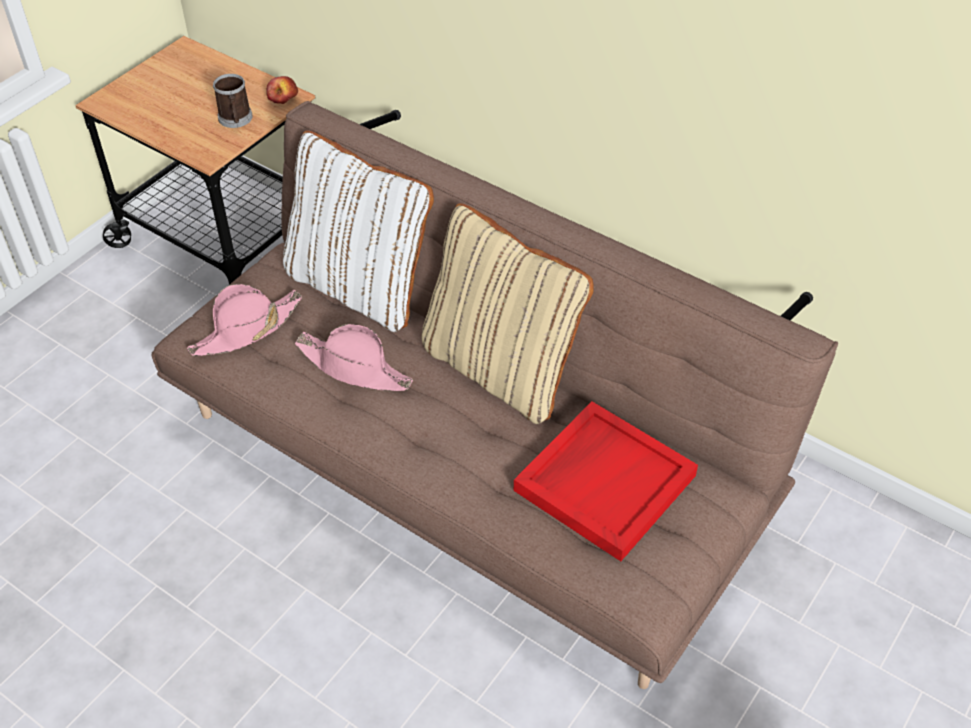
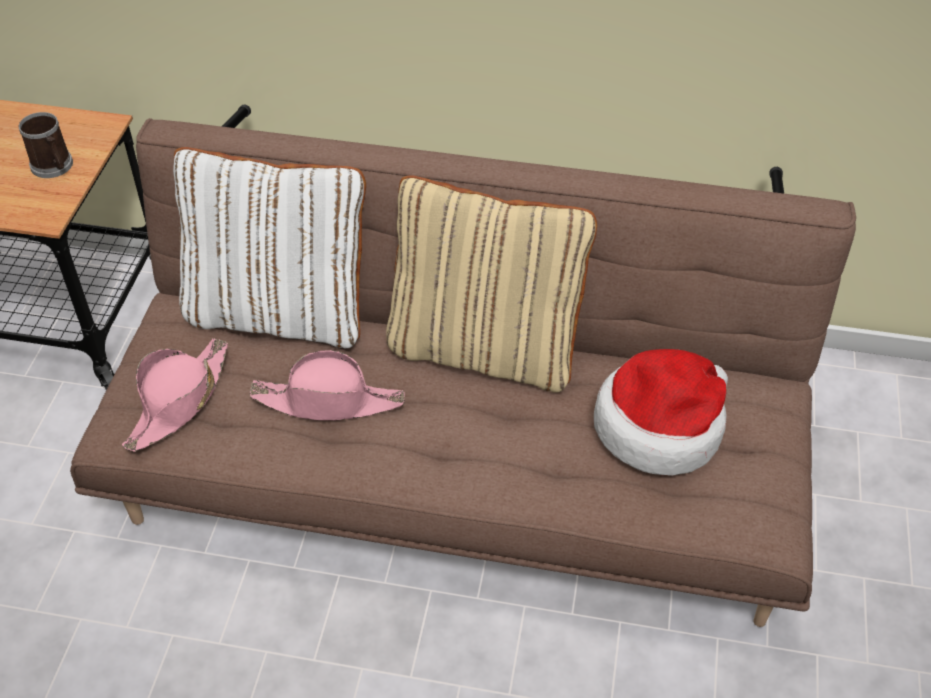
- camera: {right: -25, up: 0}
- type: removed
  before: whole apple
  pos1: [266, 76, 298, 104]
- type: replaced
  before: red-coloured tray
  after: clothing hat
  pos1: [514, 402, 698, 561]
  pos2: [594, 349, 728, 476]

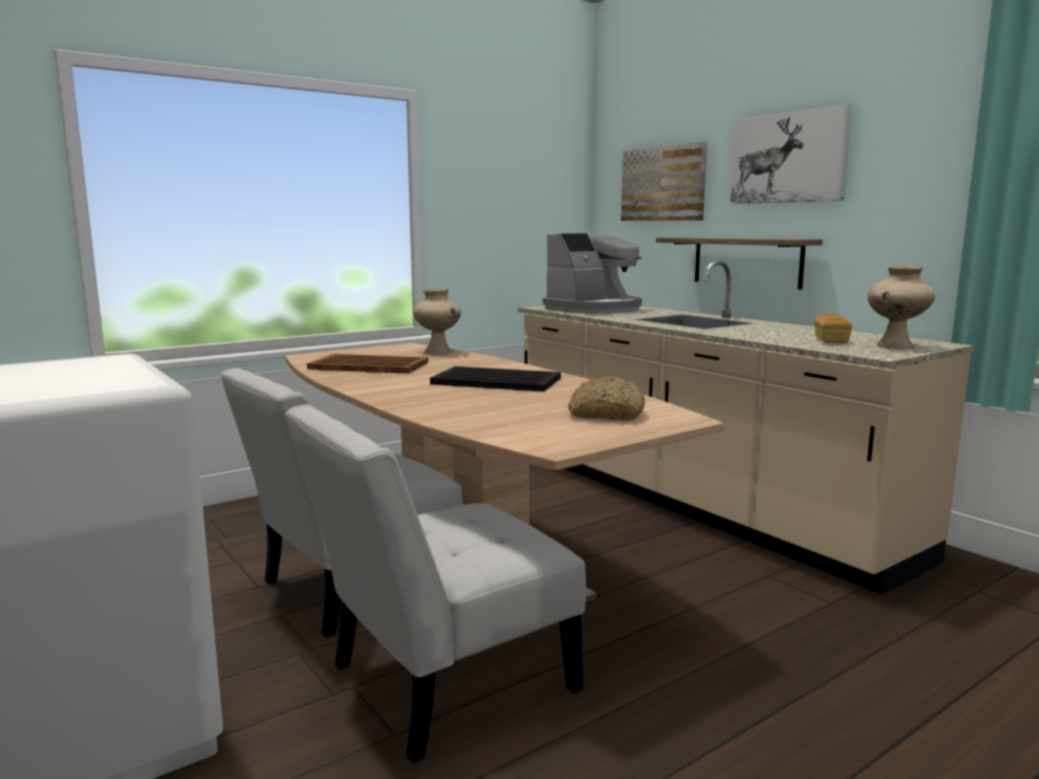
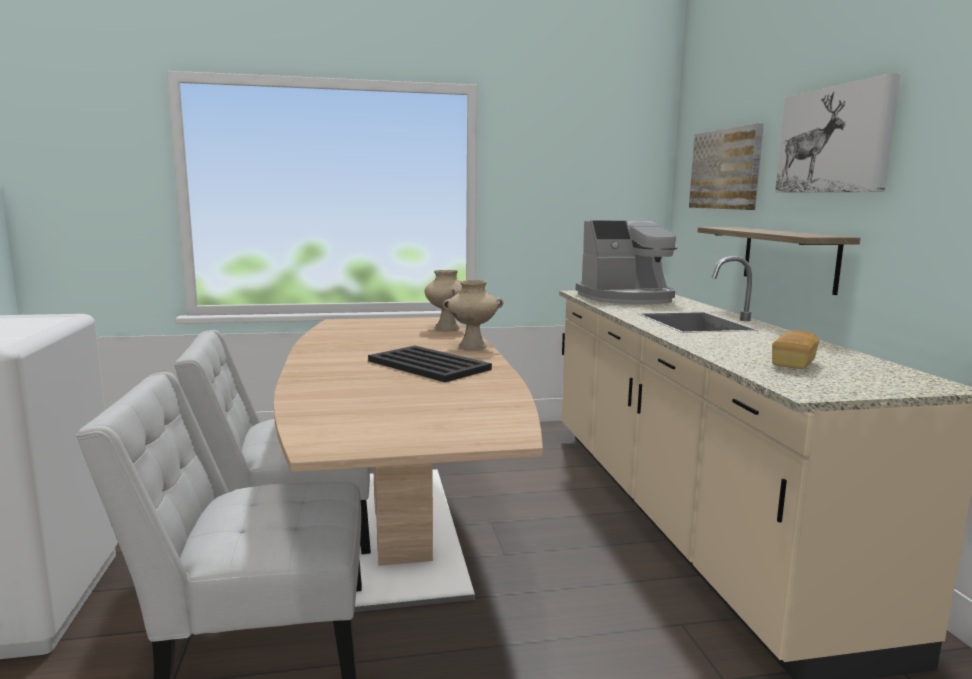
- camera: {right: 25, up: 0}
- type: moved
  before: sand-coloured flower vase
  pos1: [867, 266, 936, 348]
  pos2: [443, 280, 503, 349]
- type: removed
  before: brownish tray
  pos1: [307, 354, 429, 374]
- type: removed
  before: bakery bread
  pos1: [568, 377, 645, 421]

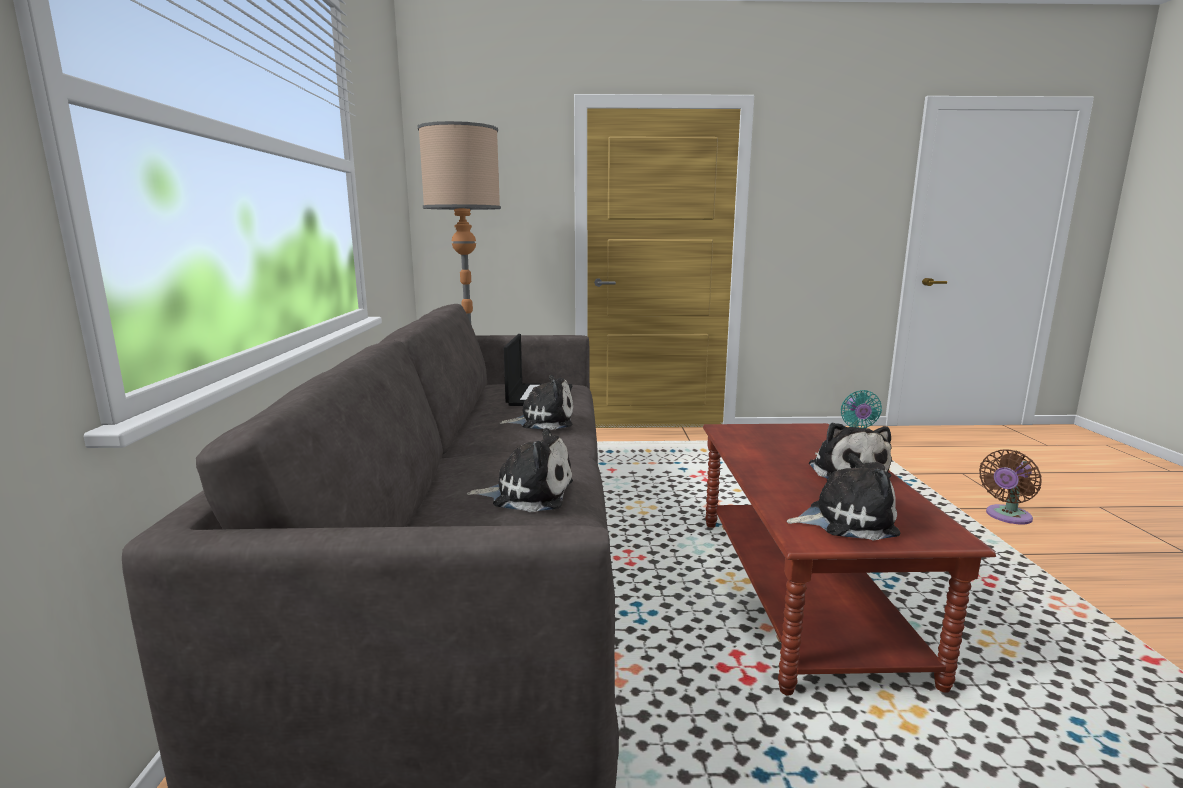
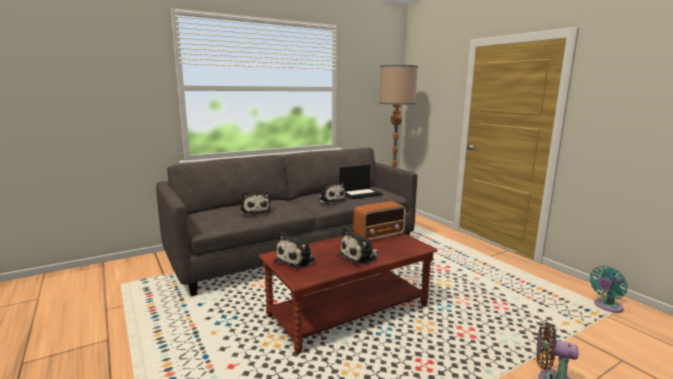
- camera: {right: 60, up: 0}
- type: turned
  before: soft toy
  pos1: [786, 453, 900, 540]
  pos2: [275, 232, 315, 268]
  turn: 60
- type: added
  after: radio
  pos2: [353, 201, 406, 241]

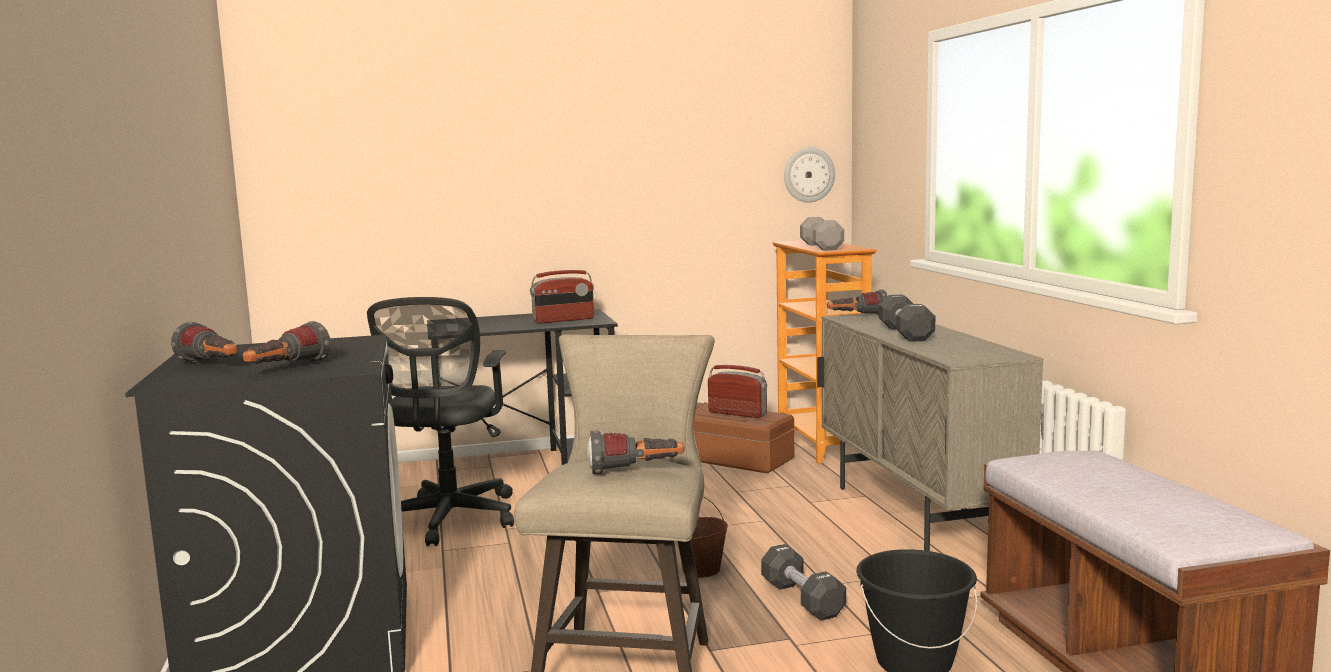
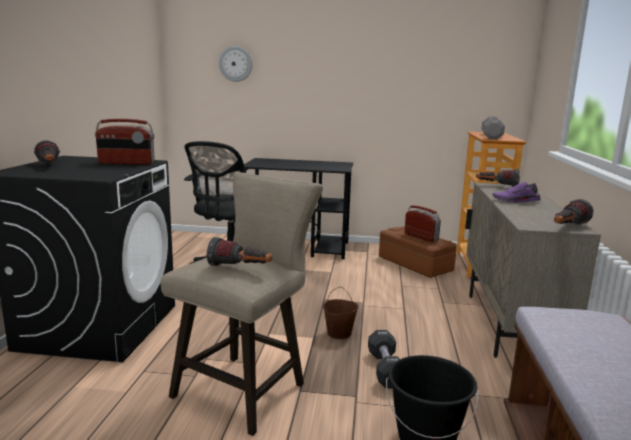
- camera: {right: 20, up: 5}
- type: moved
  before: hanging clock
  pos1: [784, 147, 835, 203]
  pos2: [219, 46, 252, 82]
- type: moved
  before: radio
  pos1: [530, 270, 594, 323]
  pos2: [95, 119, 155, 165]
- type: replaced
  before: black-coloured dumbbell
  after: purple-coloured shoe
  pos1: [879, 295, 935, 342]
  pos2: [493, 182, 541, 203]
- type: moved
  before: hand torch
  pos1: [243, 321, 331, 364]
  pos2: [554, 199, 593, 225]

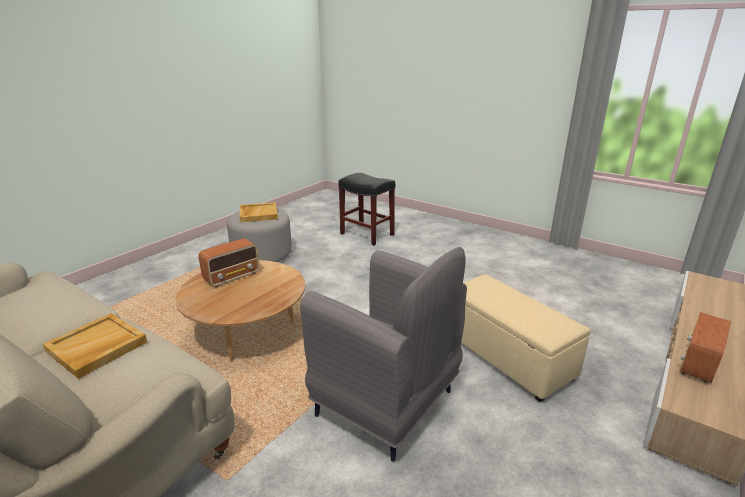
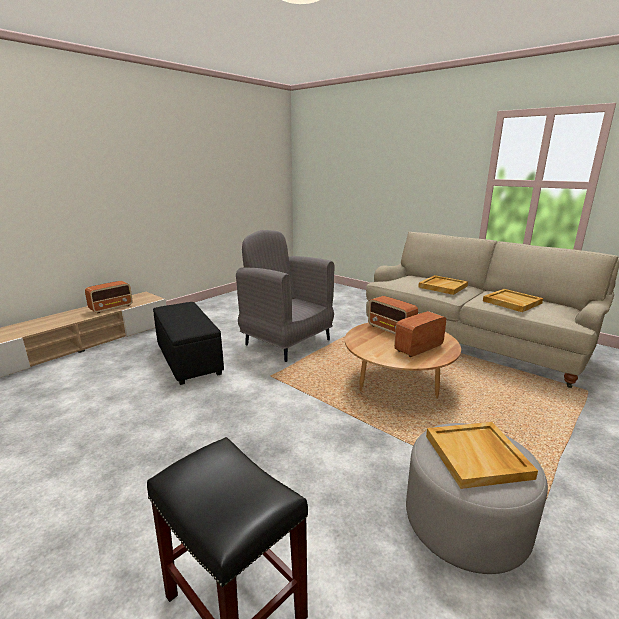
- camera: {right: -175, up: -5}
- type: recoloured
  before: sand-coloured ottoman
  after: black-coloured ottoman
  pos1: [461, 274, 591, 403]
  pos2: [153, 302, 224, 385]
- type: added
  after: sand-coloured tray
  pos2: [483, 289, 543, 312]
- type: added
  after: radio
  pos2: [368, 296, 418, 334]

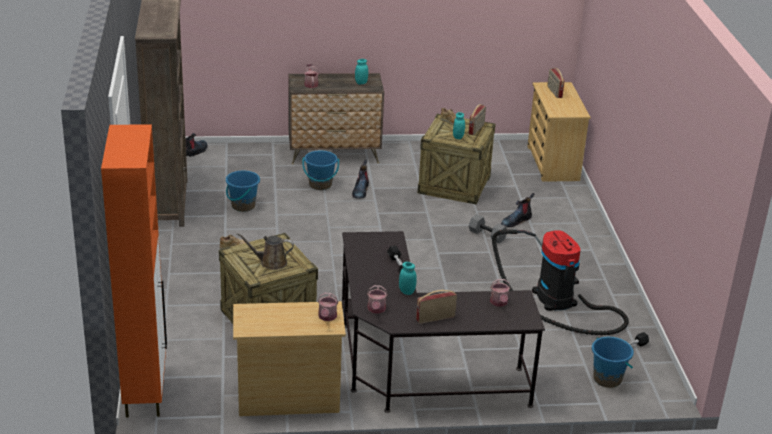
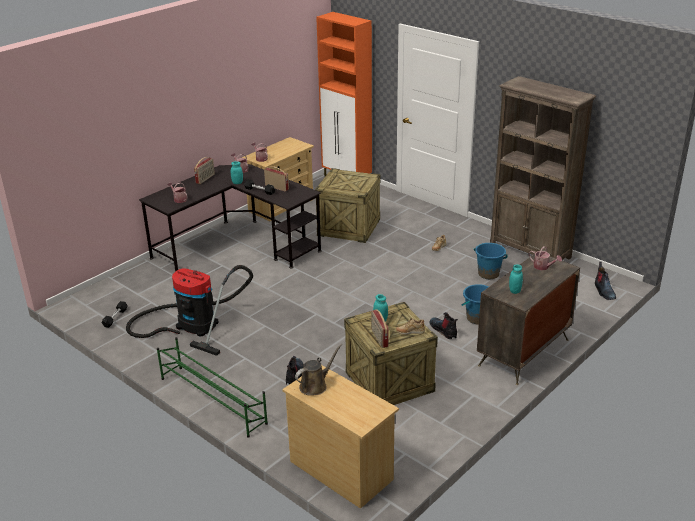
- camera: {right: 140, up: 0}
- type: moved
  before: radio
  pos1: [547, 68, 565, 98]
  pos2: [264, 166, 289, 192]
- type: removed
  before: greyish dumbbell
  pos1: [469, 214, 507, 244]
- type: moved
  before: brownish watering can
  pos1: [237, 233, 294, 270]
  pos2: [295, 344, 343, 396]
- type: removed
  before: blue water bucket
  pos1: [592, 337, 634, 388]
- type: added
  after: green-coloured shoe shelf
  pos2: [157, 337, 268, 438]

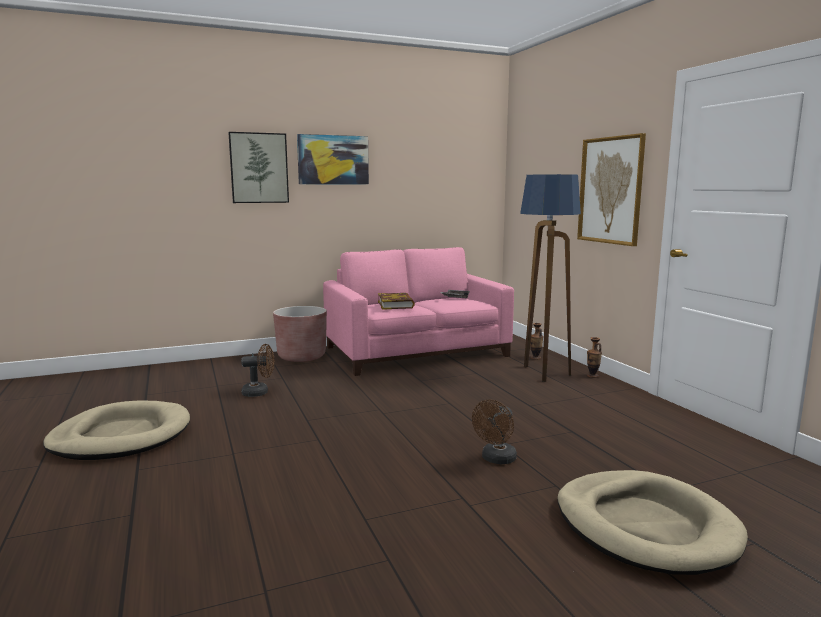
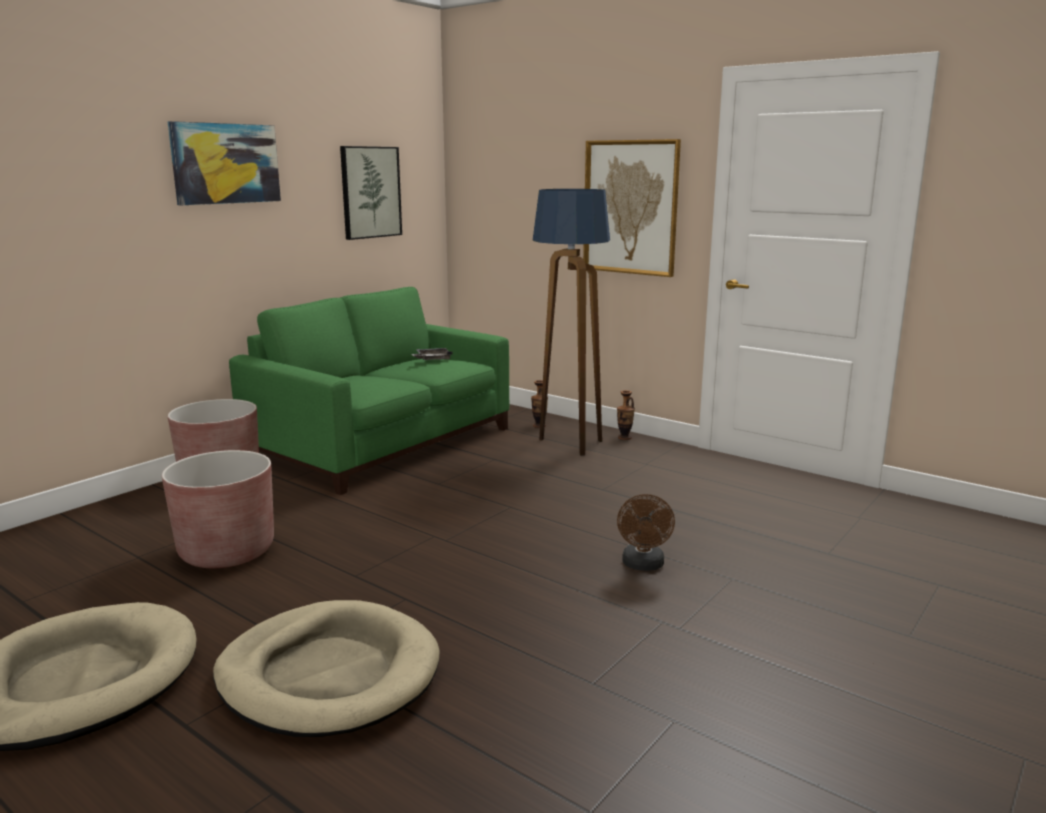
- camera: {right: -30, up: 5}
- type: moved
  before: wall art
  pos1: [228, 132, 289, 203]
  pos2: [340, 146, 402, 240]
- type: recoloured
  before: pink-coloured sofa
  after: green-coloured sofa
  pos1: [323, 247, 514, 376]
  pos2: [229, 287, 509, 495]
- type: removed
  before: bound book
  pos1: [378, 293, 415, 310]
- type: replaced
  before: brownish fan
  after: brownish flower pot
  pos1: [241, 344, 275, 397]
  pos2: [162, 450, 274, 568]
- type: moved
  before: sand-coloured pet bed
  pos1: [557, 470, 748, 575]
  pos2: [213, 600, 440, 737]

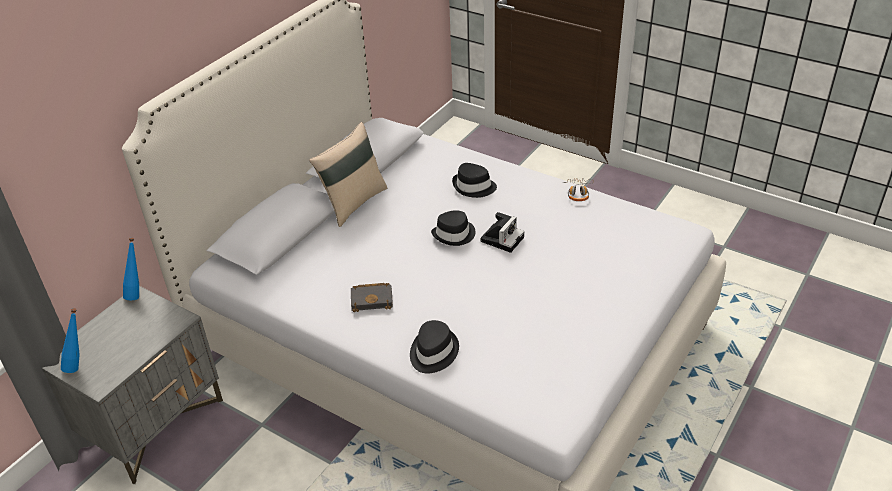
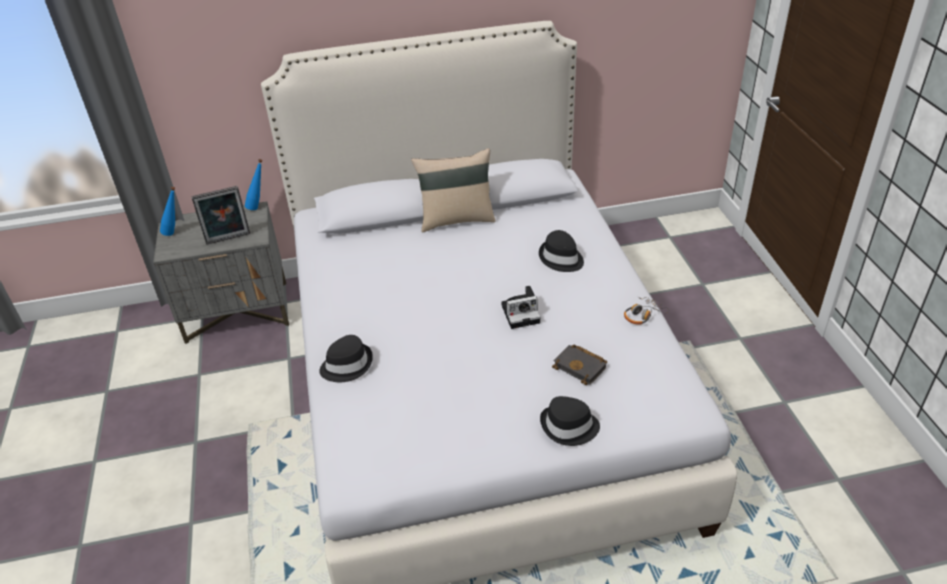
- camera: {right: 45, up: 0}
- type: moved
  before: black-coloured clothing hat
  pos1: [431, 210, 476, 246]
  pos2: [540, 396, 600, 446]
- type: moved
  before: black-coloured bound book
  pos1: [351, 283, 393, 312]
  pos2: [552, 344, 607, 385]
- type: added
  after: standing frame
  pos2: [191, 186, 250, 245]

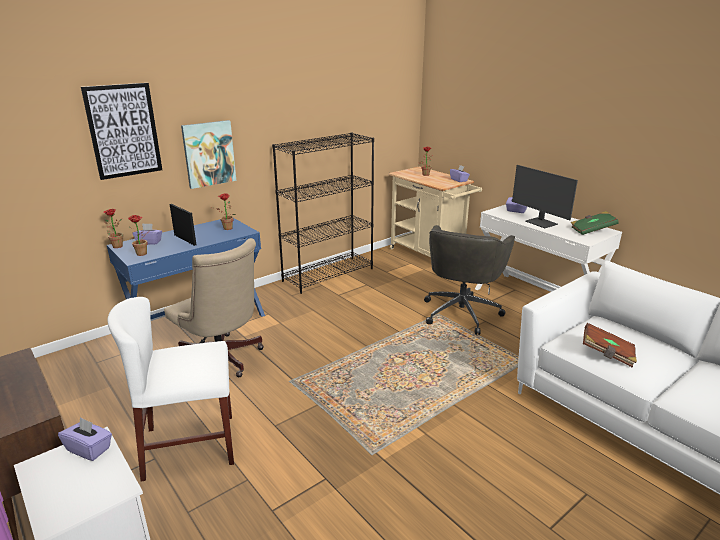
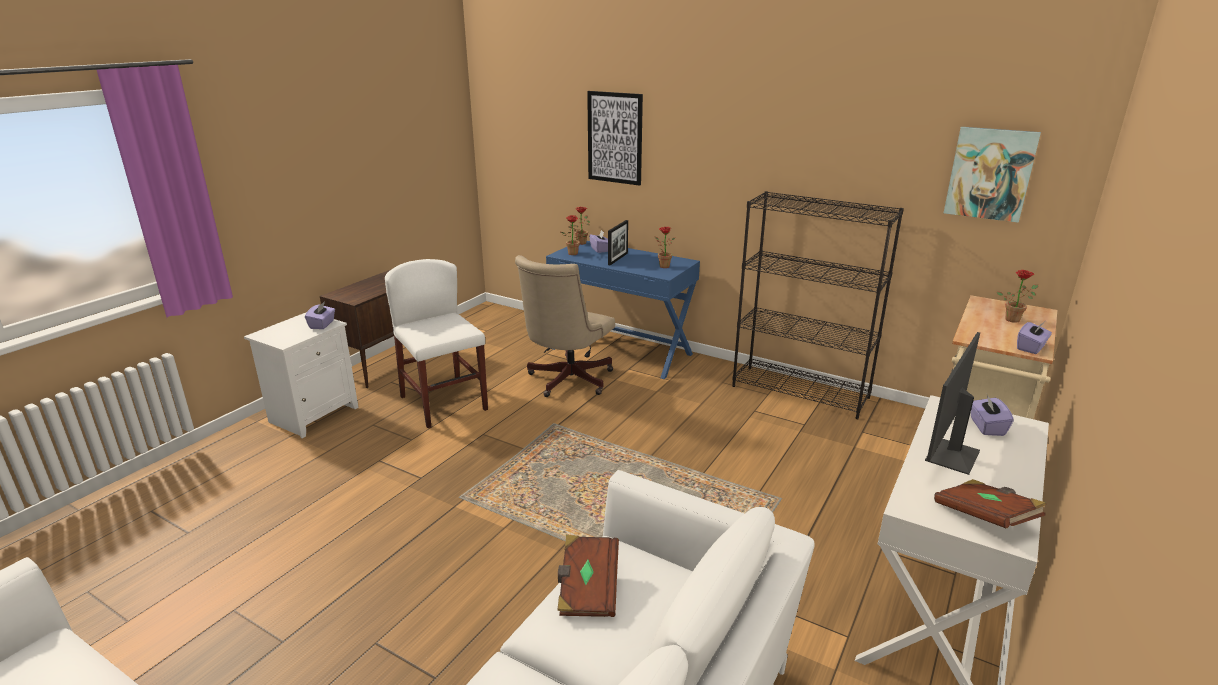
- camera: {right: 70, up: 0}
- type: moved
  before: wall art
  pos1: [181, 120, 236, 189]
  pos2: [944, 127, 1041, 223]
- type: recoloured
  before: green-coloured bound book
  after: brownish bound book
  pos1: [571, 211, 619, 235]
  pos2: [934, 479, 1047, 528]
- type: removed
  before: greyish office chair
  pos1: [424, 225, 515, 335]

